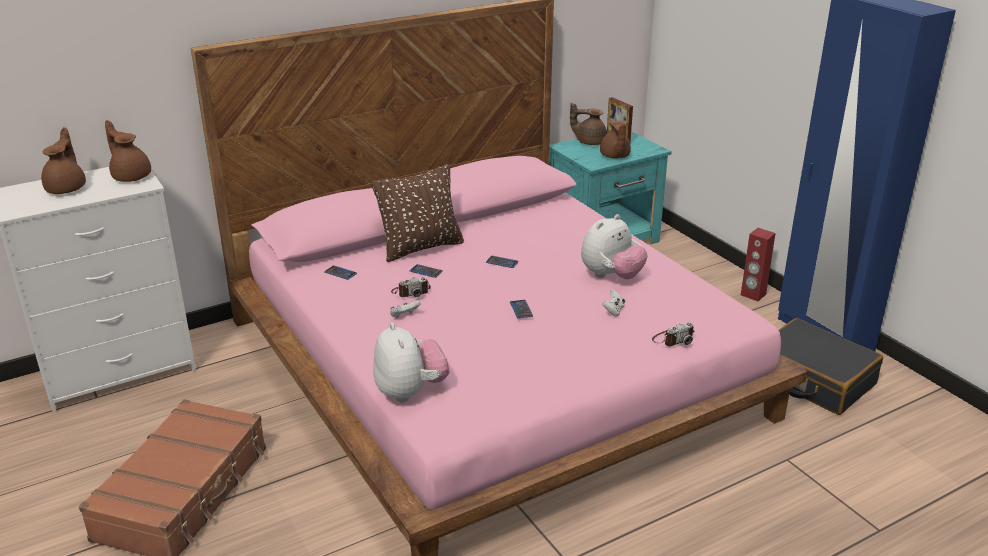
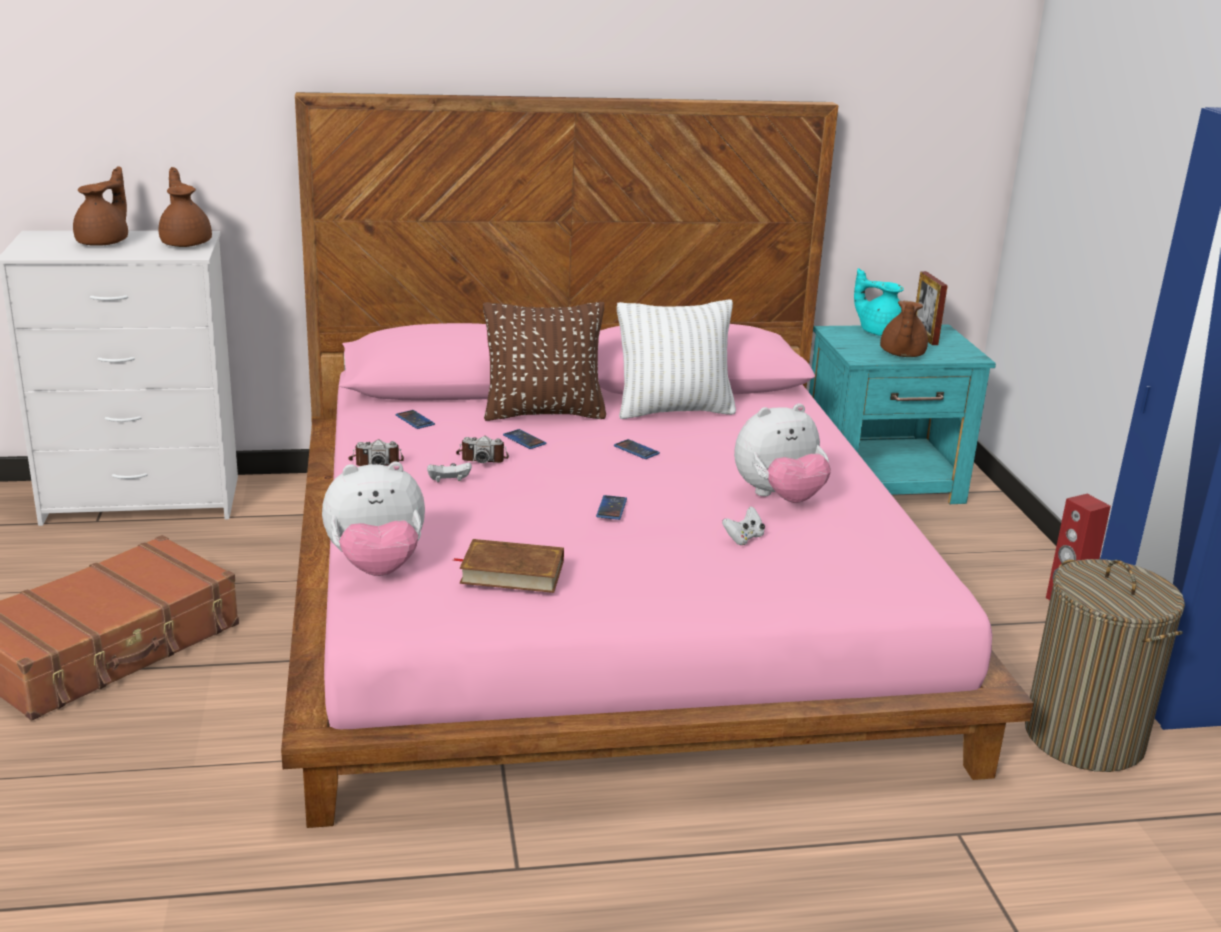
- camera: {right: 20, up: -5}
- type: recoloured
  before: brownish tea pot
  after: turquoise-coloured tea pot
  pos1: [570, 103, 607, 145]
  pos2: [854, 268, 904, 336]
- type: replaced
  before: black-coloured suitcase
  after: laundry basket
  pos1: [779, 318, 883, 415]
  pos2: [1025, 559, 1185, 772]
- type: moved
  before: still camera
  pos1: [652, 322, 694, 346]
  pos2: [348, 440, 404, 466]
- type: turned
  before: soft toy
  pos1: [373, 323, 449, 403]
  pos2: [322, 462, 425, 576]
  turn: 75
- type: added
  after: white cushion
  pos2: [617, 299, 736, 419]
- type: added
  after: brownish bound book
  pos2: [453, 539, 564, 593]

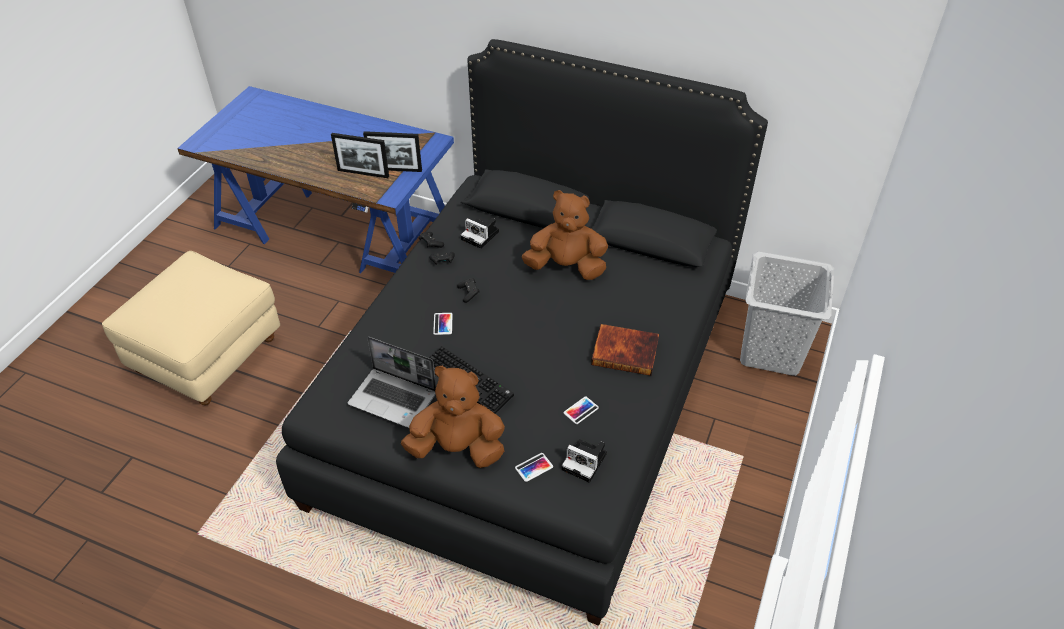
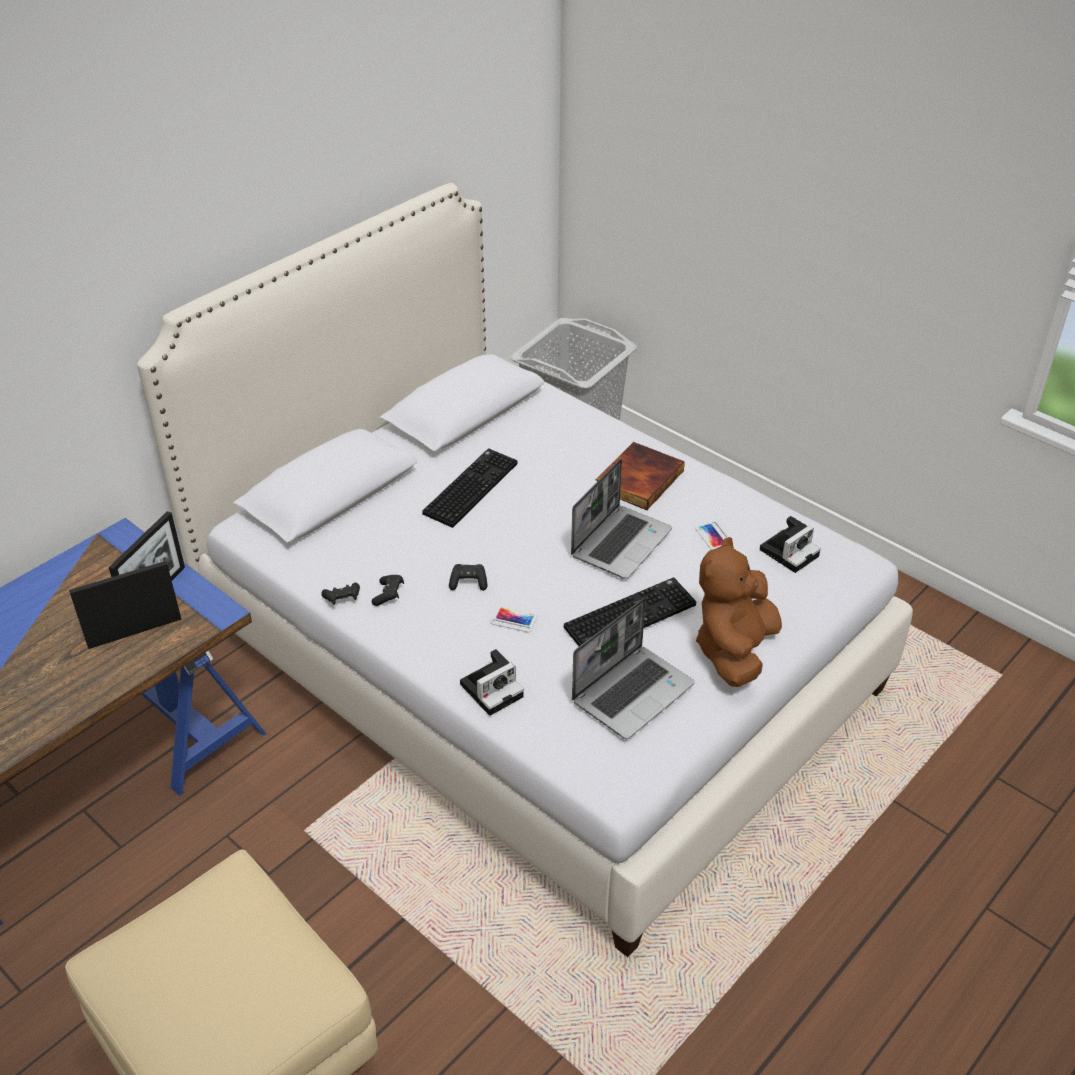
- camera: {right: -70, up: -5}
- type: recoloured
  before: black-coloured sleeping bed
  after: white sleeping bed
  pos1: [276, 39, 768, 626]
  pos2: [137, 183, 913, 957]
- type: turned
  before: standing frame
  pos1: [331, 133, 389, 178]
  pos2: [69, 561, 181, 649]
  turn: -150
- type: replaced
  before: brownish soft toy
  after: computer keyboard
  pos1: [522, 190, 608, 280]
  pos2: [422, 448, 517, 528]
- type: moved
  before: still camera
  pos1: [461, 218, 499, 249]
  pos2: [460, 649, 524, 716]
- type: removed
  before: handset
  pos1: [515, 453, 553, 482]
- type: added
  after: portable computer
  pos2: [571, 459, 672, 579]

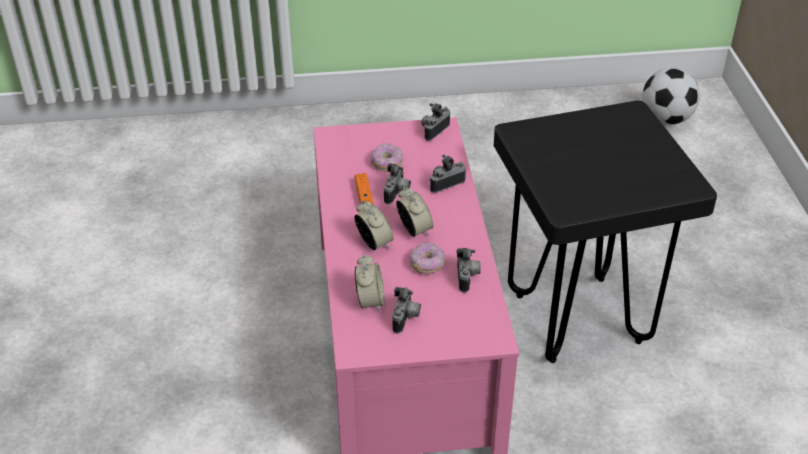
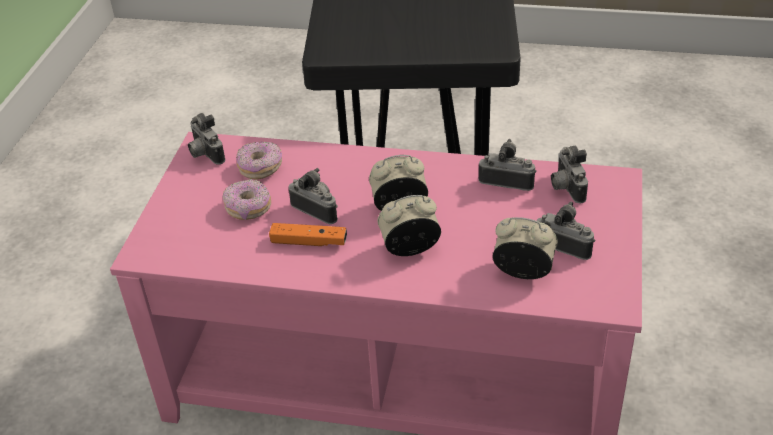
- camera: {right: -70, up: 0}
- type: removed
  before: football
  pos1: [642, 68, 700, 125]
- type: moved
  before: still camera
  pos1: [429, 154, 466, 193]
  pos2: [551, 146, 588, 203]
- type: moved
  before: donut
  pos1: [409, 242, 446, 274]
  pos2: [236, 141, 282, 179]

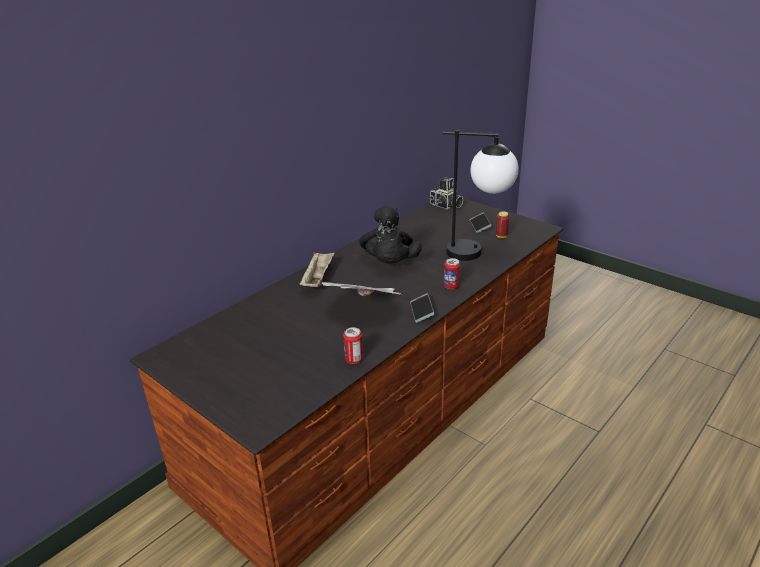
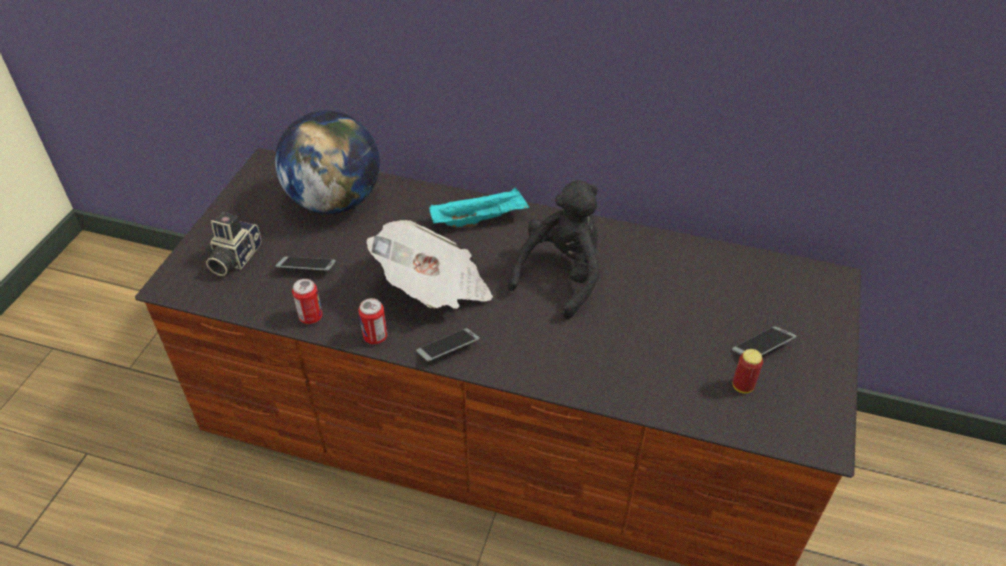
- camera: {right: 65, up: 15}
- type: removed
  before: lamp for a table
  pos1: [443, 130, 519, 261]
- type: moved
  before: still camera
  pos1: [429, 177, 464, 210]
  pos2: [206, 212, 261, 276]
- type: turned
  before: black-coloured soft toy
  pos1: [359, 205, 422, 264]
  pos2: [508, 180, 600, 319]
  turn: 150
- type: recoloured
  before: sand-coloured tray
  after: turquoise-coloured tray
  pos1: [299, 252, 335, 287]
  pos2: [429, 187, 529, 227]
- type: moved
  before: metal can
  pos1: [444, 258, 460, 290]
  pos2: [358, 298, 387, 344]
- type: added
  after: world globe
  pos2: [275, 110, 380, 214]
- type: added
  after: handset
  pos2: [276, 257, 336, 271]

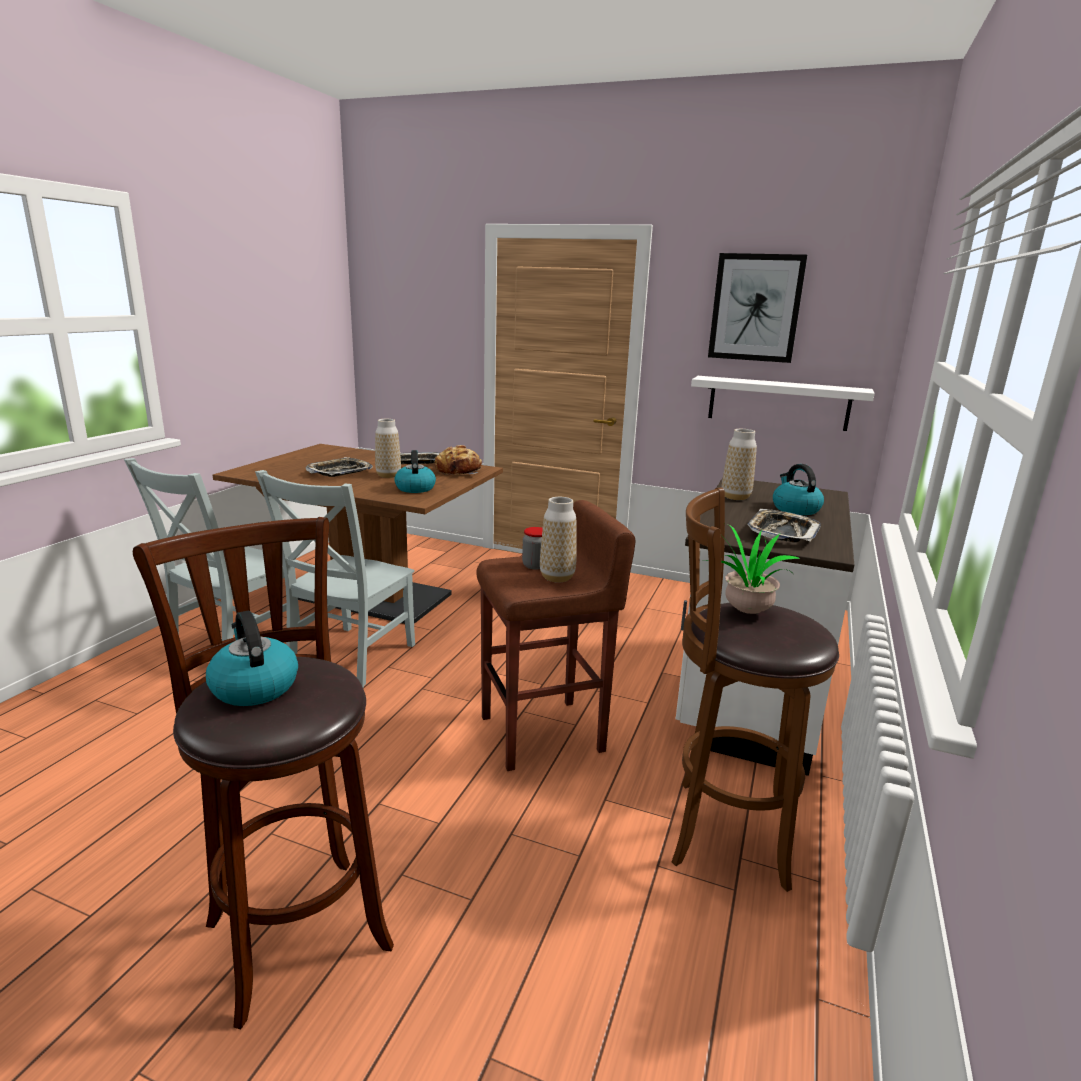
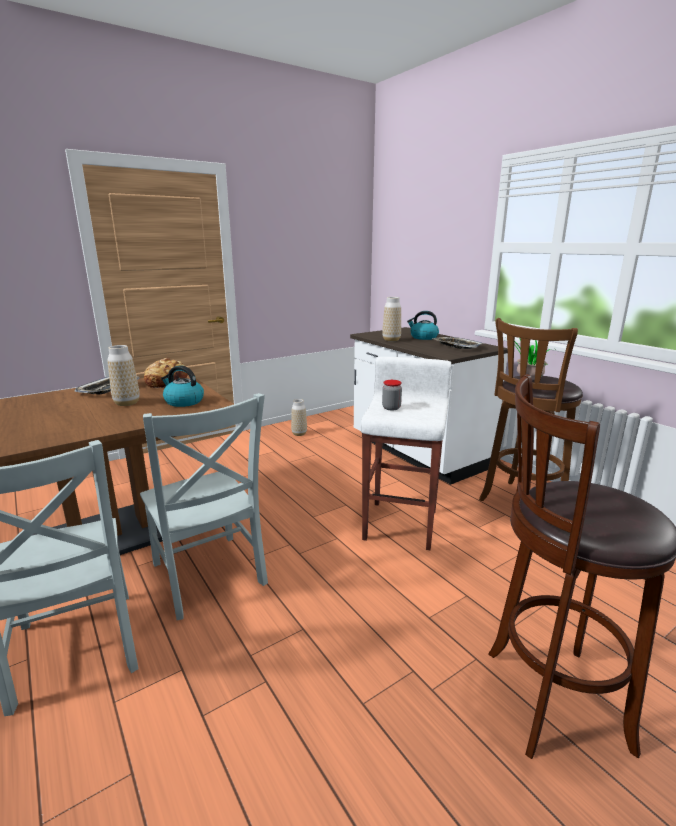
- camera: {right: -55, up: 0}
- type: removed
  before: wall art
  pos1: [708, 253, 807, 363]
- type: removed
  before: white shelf
  pos1: [691, 376, 875, 431]
- type: removed
  before: tray
  pos1: [306, 457, 373, 477]
- type: moved
  before: flower vase
  pos1: [540, 497, 577, 583]
  pos2: [291, 399, 307, 436]
- type: recoloured
  before: brownish stool seat
  after: white stool seat
  pos1: [476, 500, 635, 771]
  pos2: [360, 357, 451, 550]
- type: removed
  before: water kettle
  pos1: [206, 611, 298, 706]

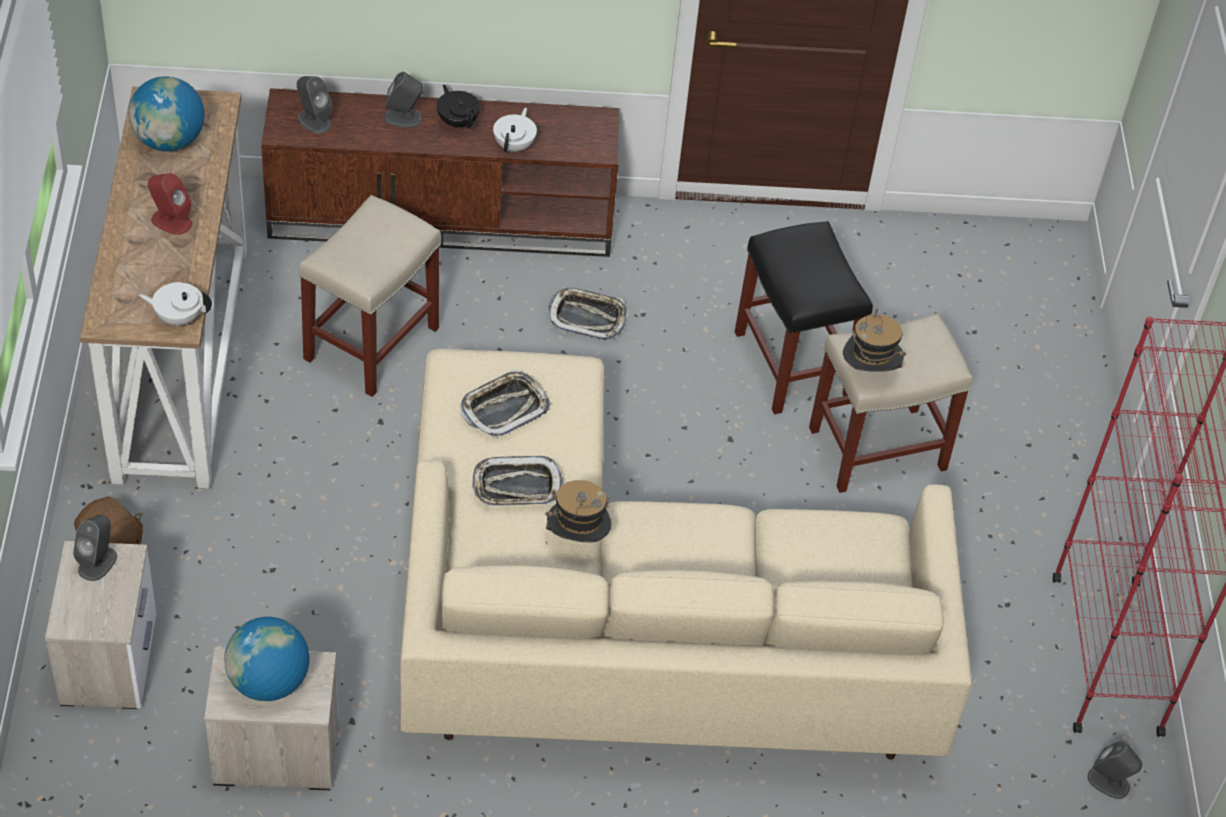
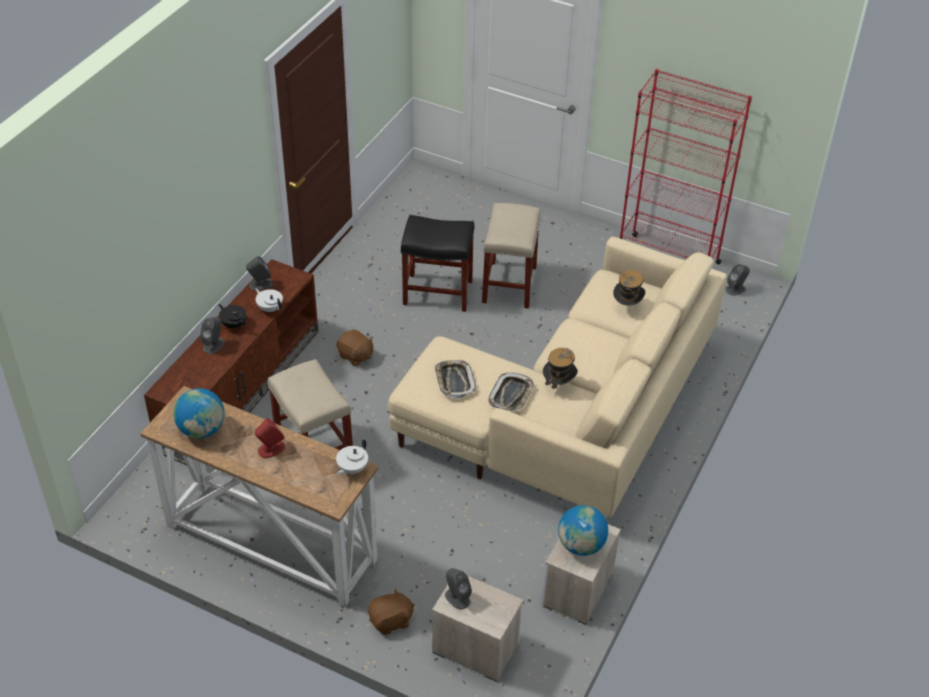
- camera: {right: -60, up: -5}
- type: moved
  before: greyish audio speaker
  pos1: [297, 76, 332, 134]
  pos2: [246, 256, 273, 291]
- type: turned
  before: black-coloured tea pot
  pos1: [437, 84, 480, 129]
  pos2: [219, 304, 247, 328]
  turn: 45
- type: replaced
  before: tray
  after: brownish soft toy
  pos1: [548, 288, 628, 340]
  pos2: [336, 329, 373, 367]
- type: moved
  before: clothing hat
  pos1: [843, 309, 906, 372]
  pos2: [613, 270, 645, 306]

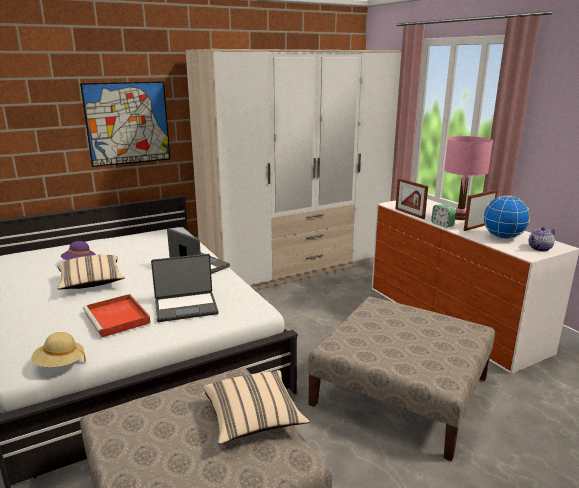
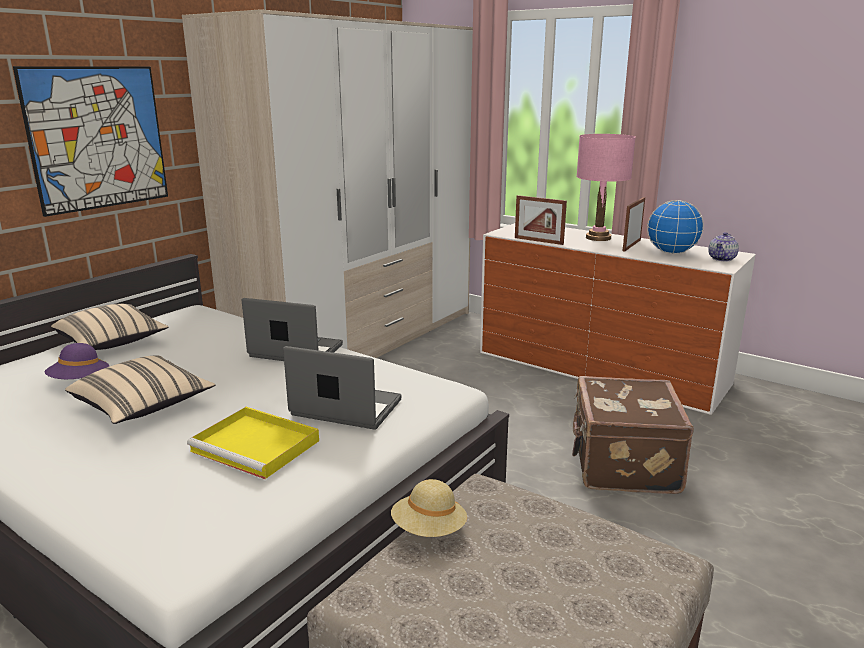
- camera: {right: -25, up: 0}
- type: removed
  before: bedside clock
  pos1: [431, 204, 456, 228]
- type: turned
  before: portable computer
  pos1: [151, 254, 218, 322]
  pos2: [283, 346, 402, 430]
  turn: -120
- type: recoloured
  before: red-coloured tray
  after: yellow-coloured tray
  pos1: [83, 294, 151, 338]
  pos2: [187, 407, 319, 479]
- type: replaced
  before: sand-coloured ottoman
  after: brownish suitcase
  pos1: [308, 297, 495, 461]
  pos2: [572, 376, 694, 494]
- type: moved
  before: sand-coloured clothing hat
  pos1: [31, 332, 86, 367]
  pos2: [391, 479, 467, 537]
- type: moved
  before: sand-coloured cushion
  pos1: [203, 370, 309, 444]
  pos2: [51, 304, 169, 350]

